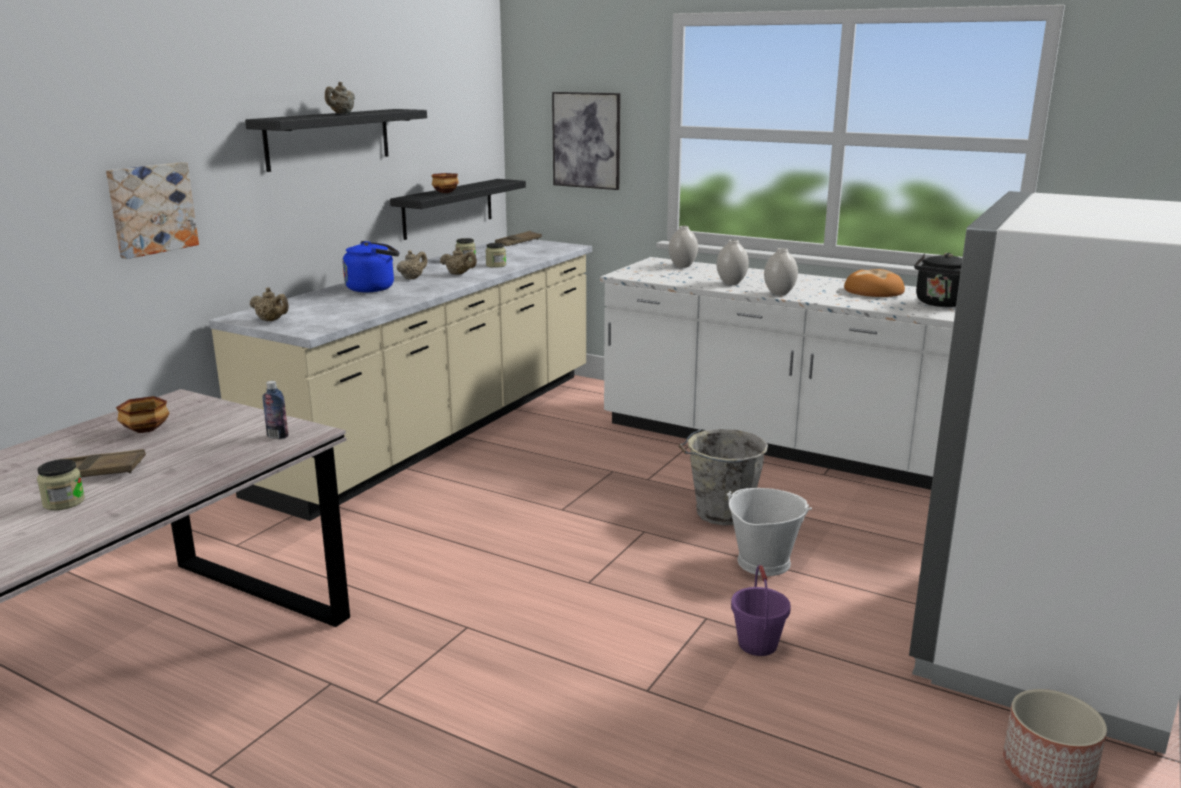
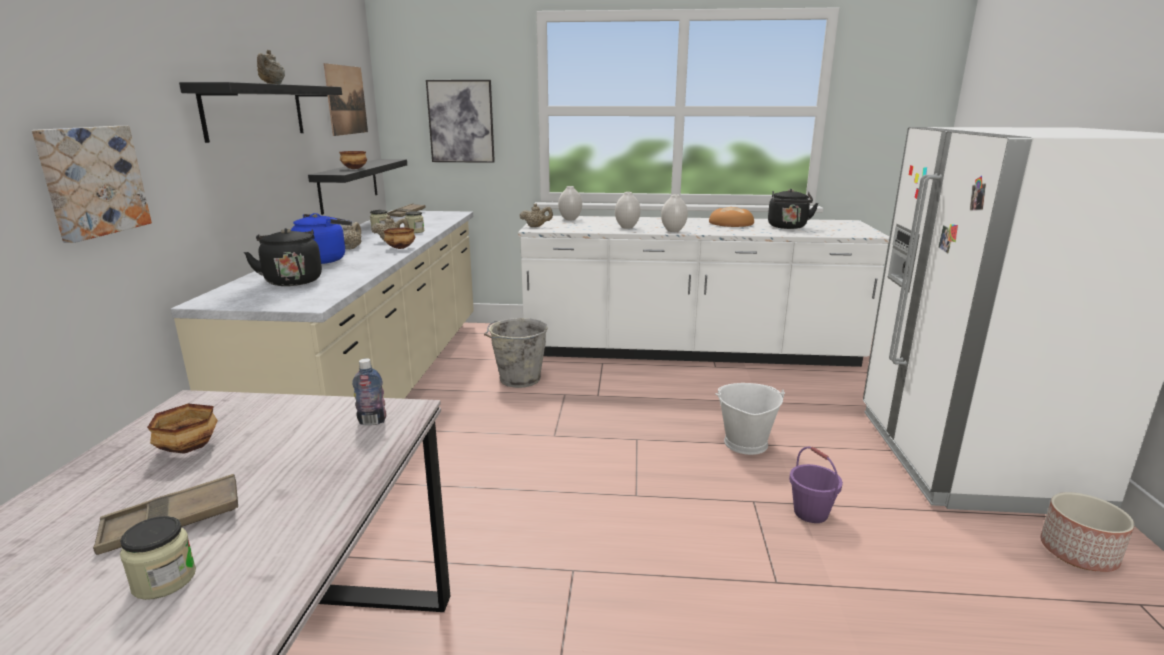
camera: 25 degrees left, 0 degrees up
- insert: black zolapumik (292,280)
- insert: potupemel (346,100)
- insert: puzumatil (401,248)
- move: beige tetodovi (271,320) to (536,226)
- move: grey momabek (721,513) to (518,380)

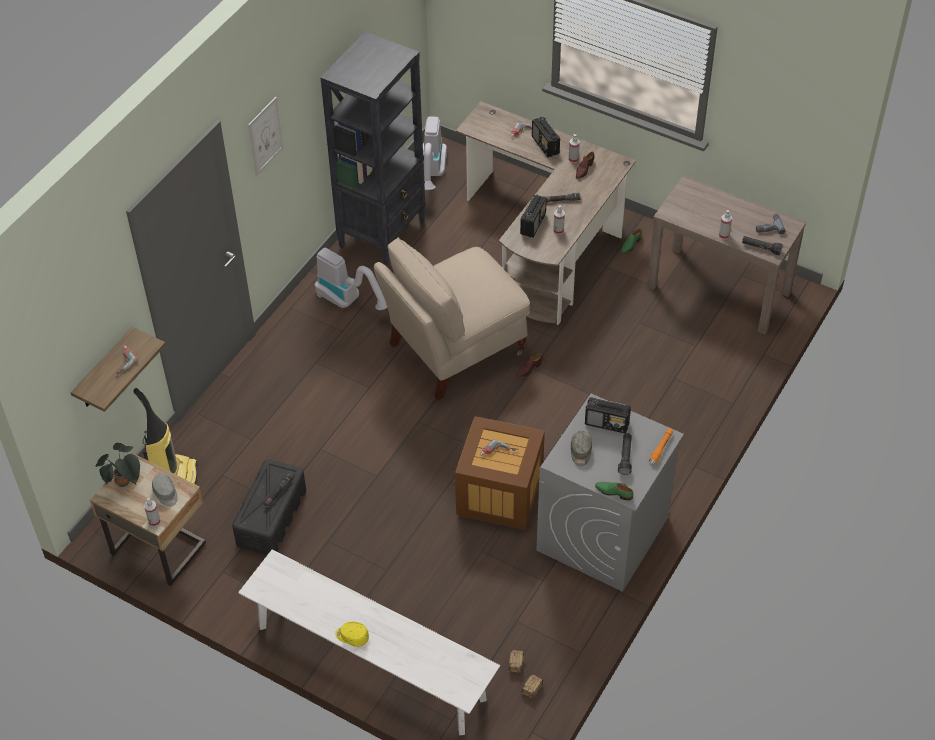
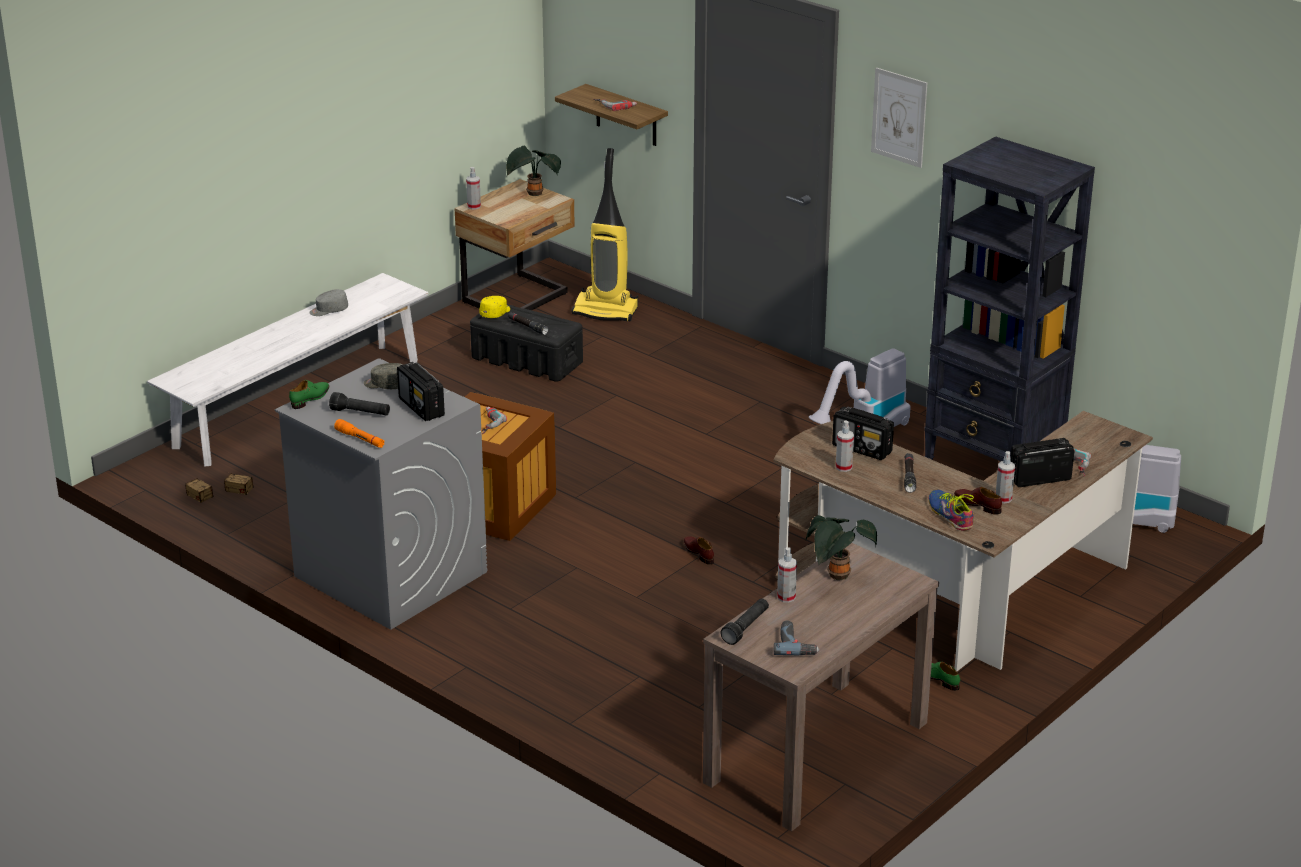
camera: 100 degrees right, 20 degrees down
- delete: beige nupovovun (454,350)
- insert: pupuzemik (837,577)
- insert: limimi (950,515)
- move: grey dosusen (166,494) to (328,310)
- move: yellow dosusen (352,636) to (495,313)
- rotate: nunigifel (607,423) = (421,408) 60 degrees counterclockwise

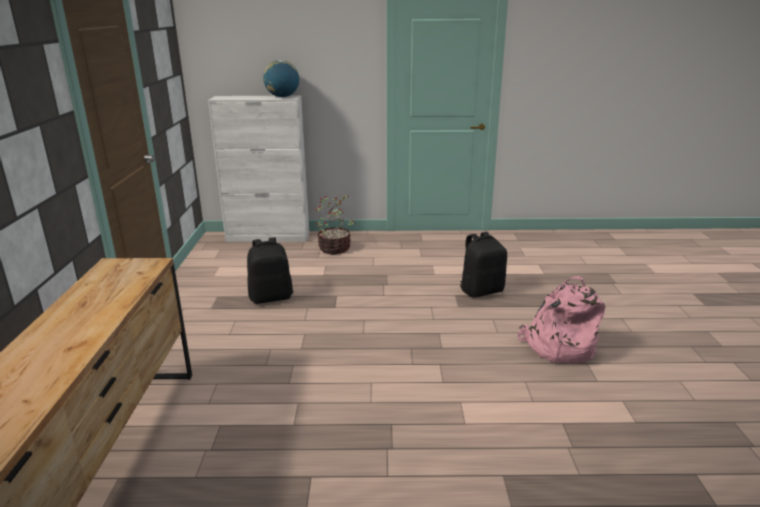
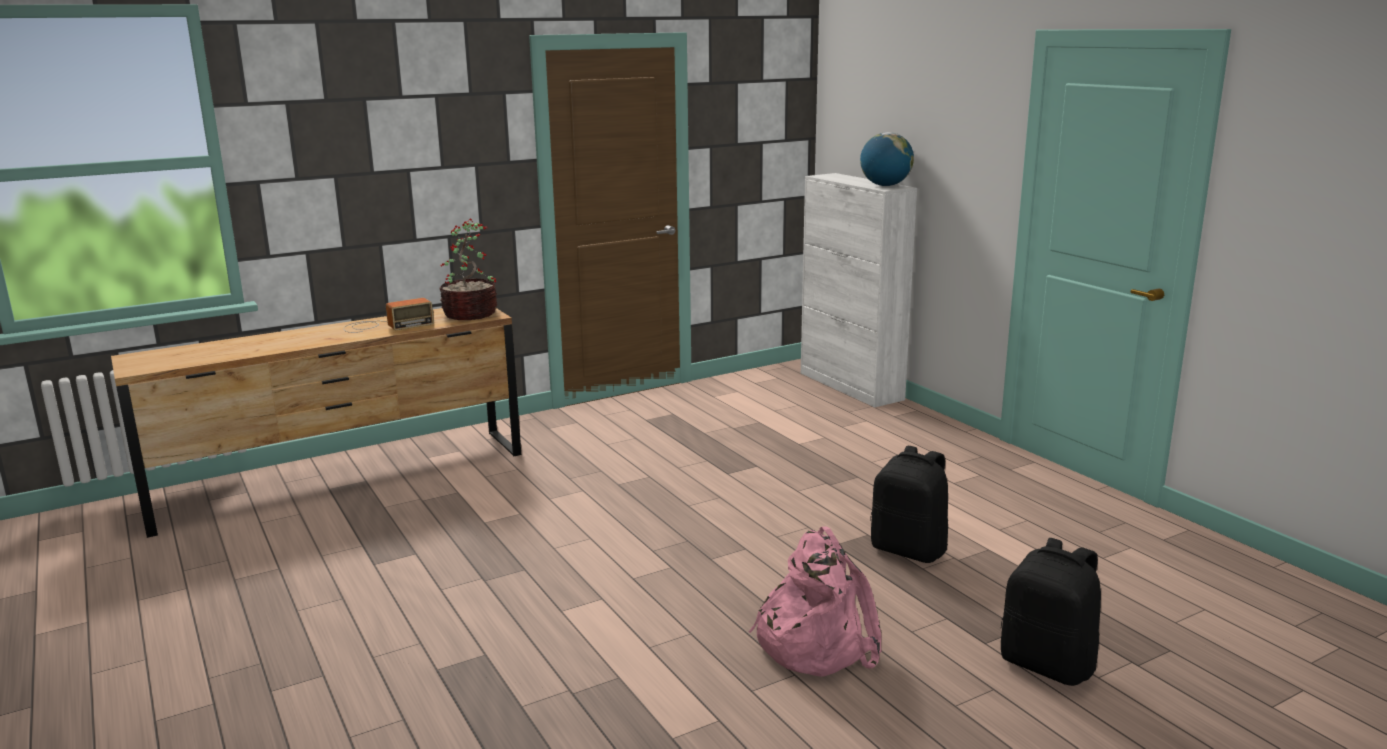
camera: 60 degrees right, 5 degrees down
- insert: nunigifel (385,326)
- move: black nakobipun (271,297) to (1048,664)
- move: pupuzemik (335,248) to (471,314)

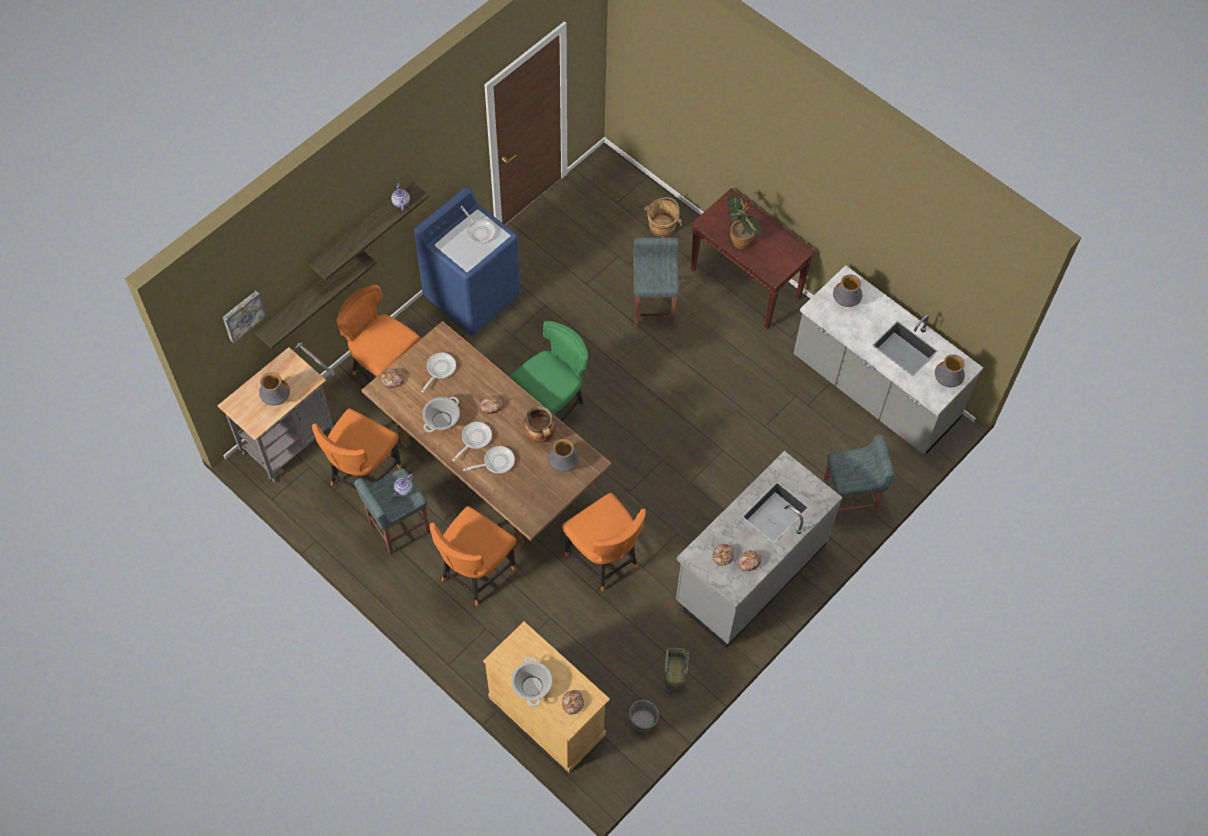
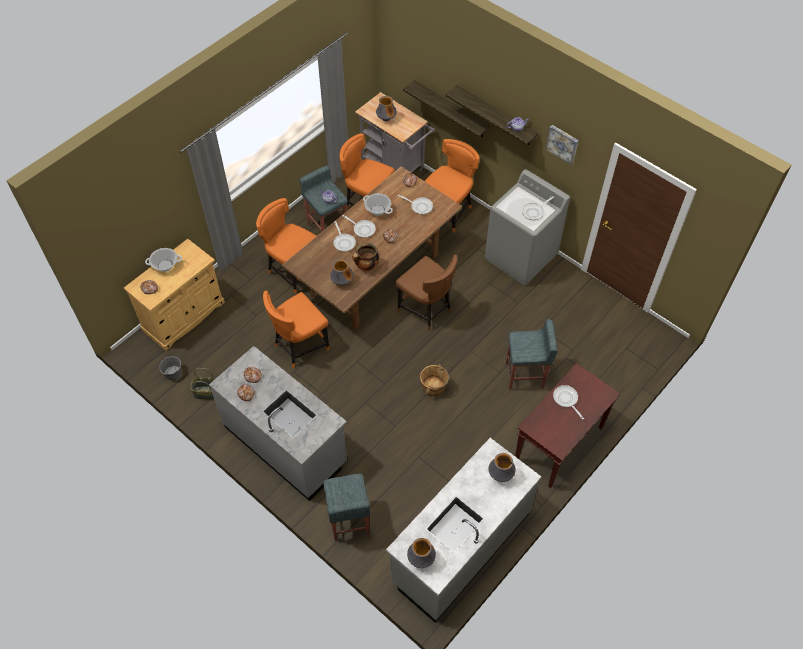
camera: 90 degrees right, 5 degrees down
- move: potupemel (243,315) to (562,144)
- move: brown momabek (662,225) to (434,387)
- replace: pupuzemik (740,238) to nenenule (566,399)
- recolor: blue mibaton (472,295) to grey mibaton (521,257)
- recolor: green nupovovun (552,409) to brown nupovovun (426,310)

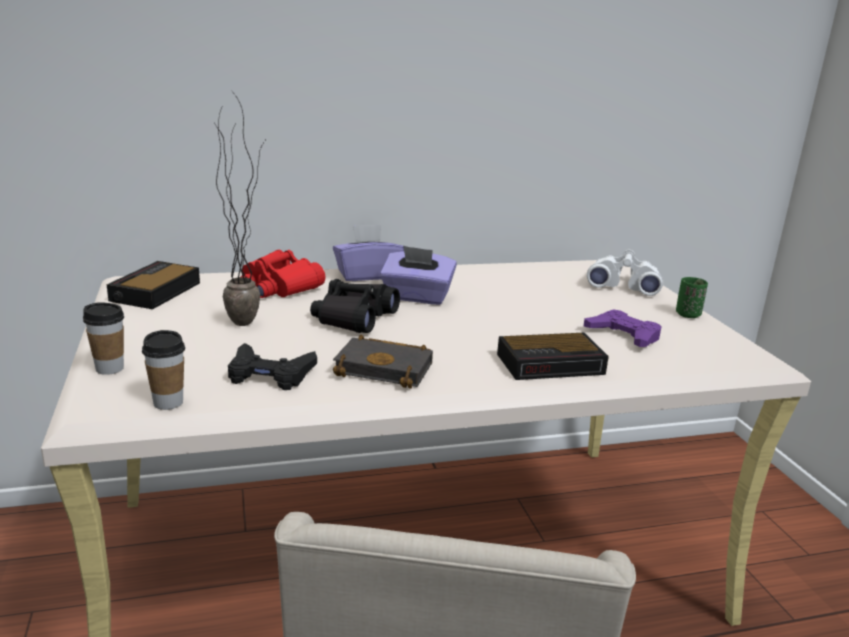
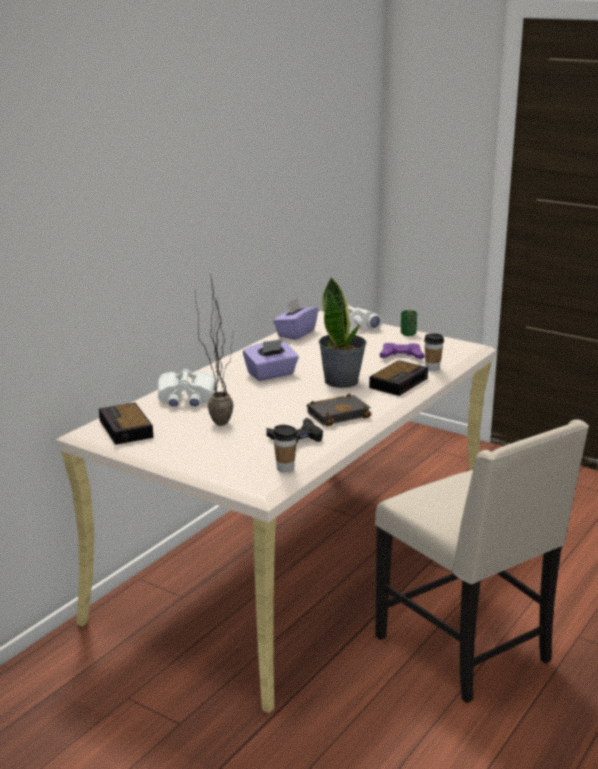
camera: 40 degrees left, 0 degrees up
- delete: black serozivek (354,318)
- insert: pupuzemik (342,381)
- move: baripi (109,368) to (432,368)
- move: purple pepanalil (367,275) to (295,333)
- recolor: red serozivek (278,287) to white serozivek (186,398)

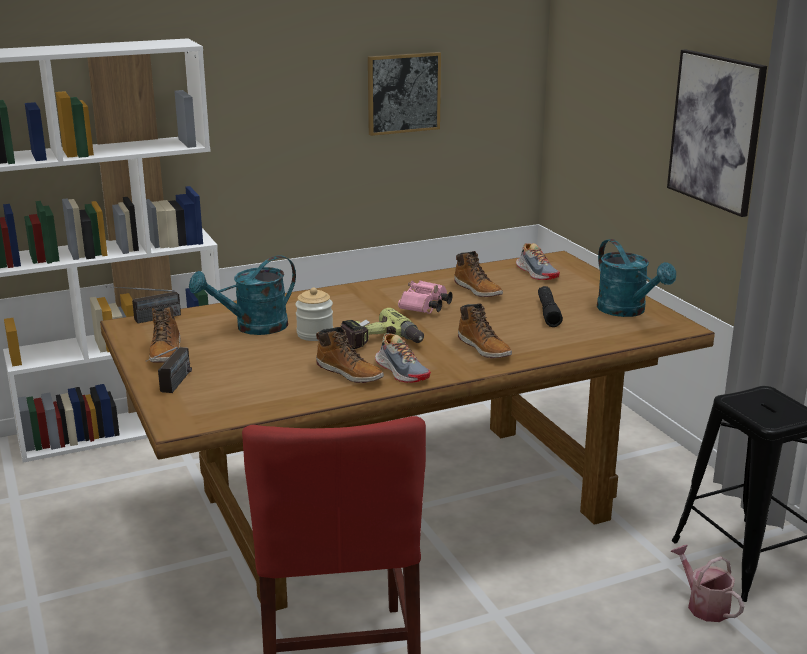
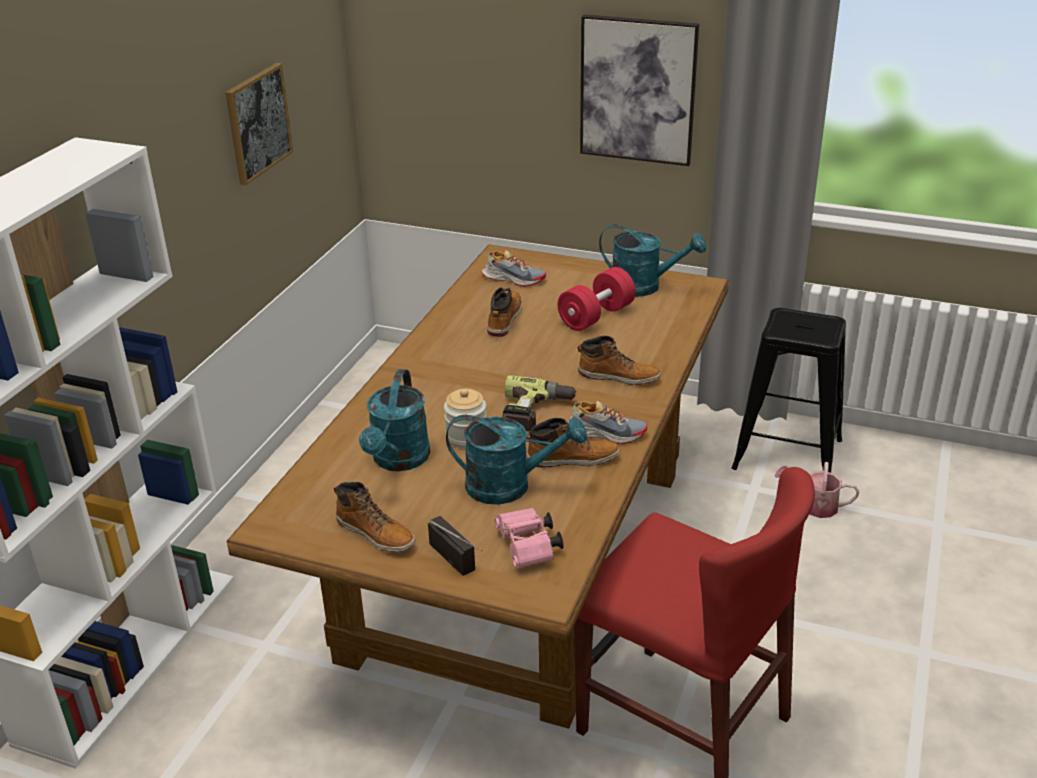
camera: 45 degrees left, 10 degrees up
- delete: nunigifel (146,320)
- insert: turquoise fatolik (510,486)
- move: pink serozivek (425,308) to (529,549)
- replace: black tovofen (548,312) to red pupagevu (596,316)
- rotate: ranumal (478,290) = (504,319) 90 degrees counterclockwise

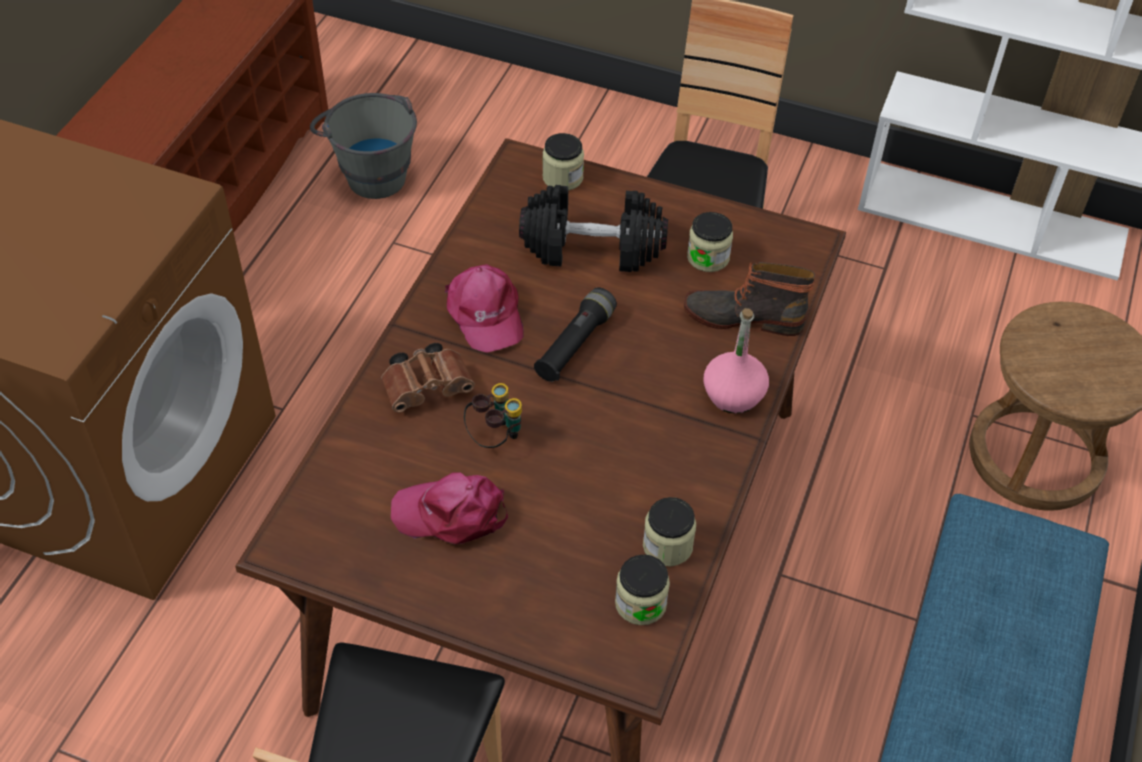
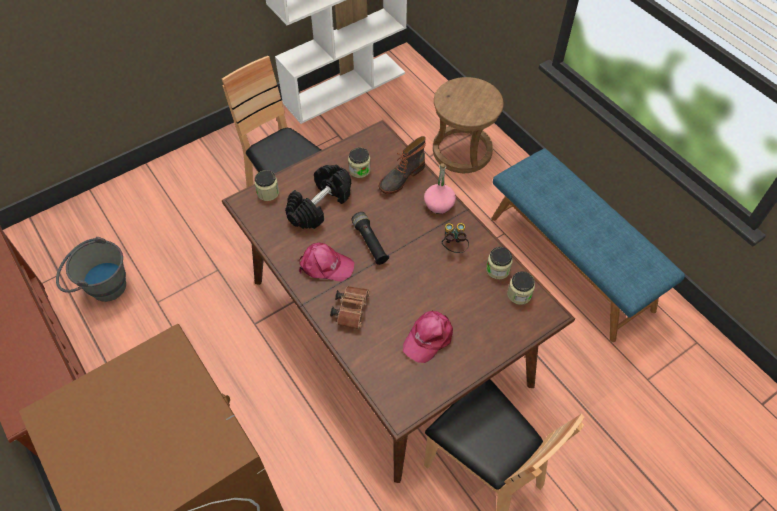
camera: 55 degrees left, 5 degrees up
- move: serozivek (495,437) to (453,247)

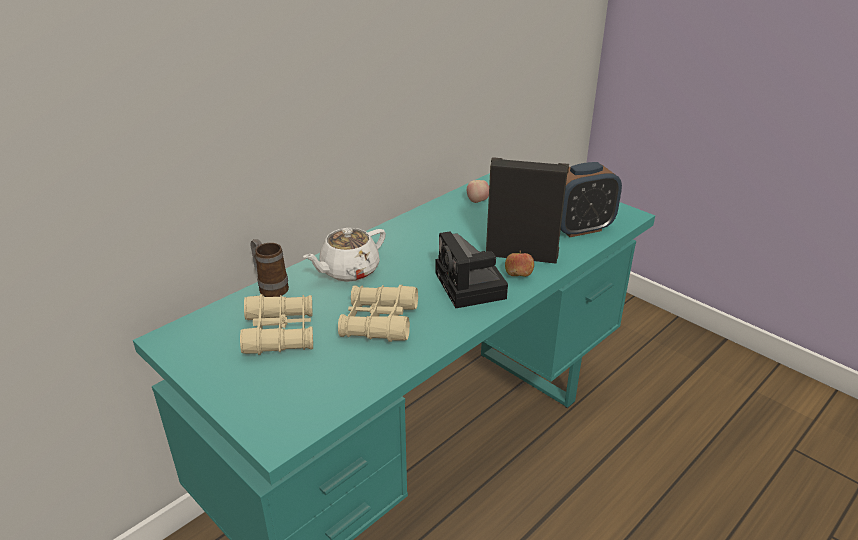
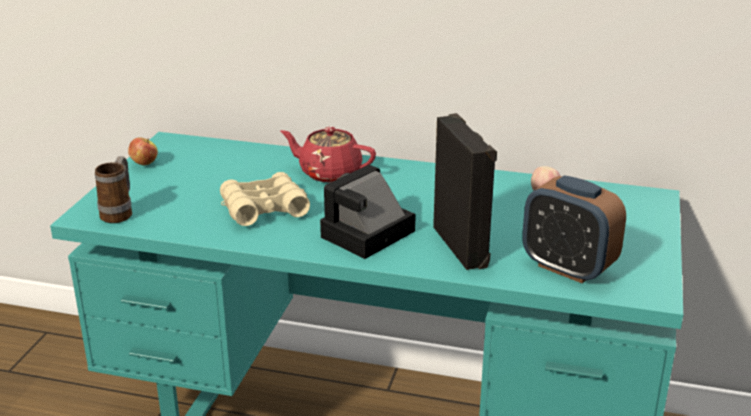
camera: 60 degrees right, 5 degrees down
- delete: beige serozivek (280,333)
- move: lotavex (270,287) to (119,213)
- move: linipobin (518,276) to (144,164)
- recolor: white tetodovi (348,271) to red tetodovi (329,173)

